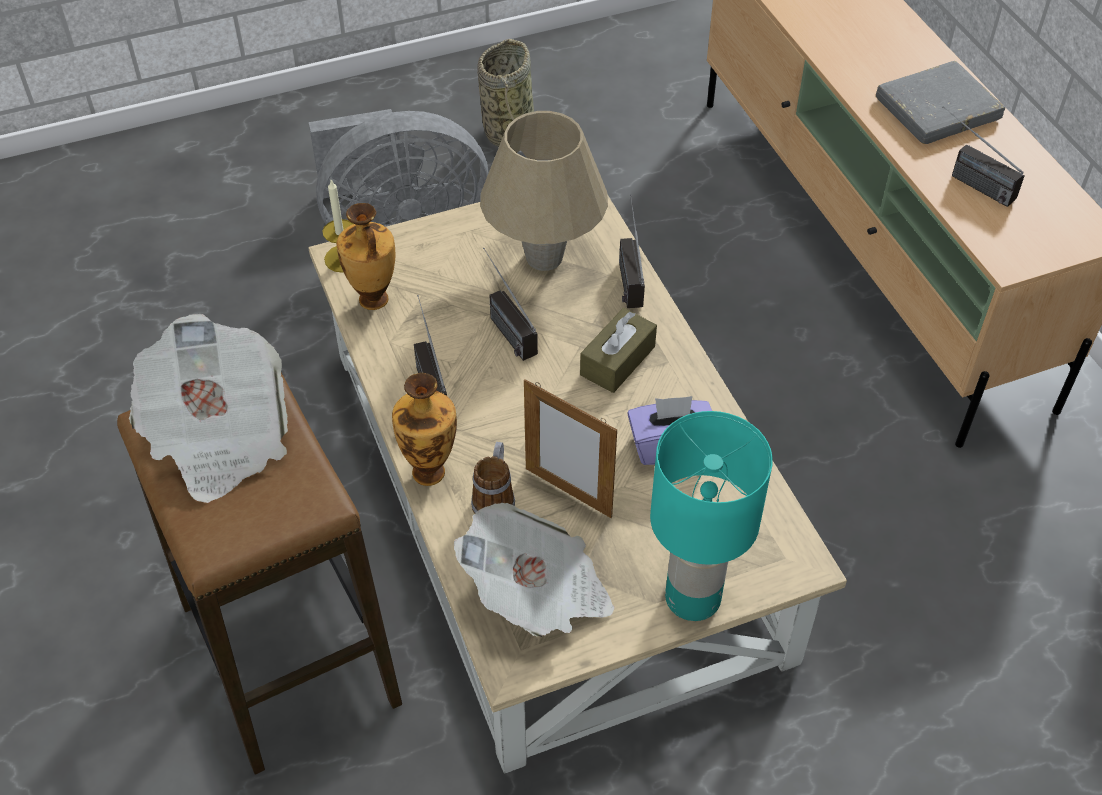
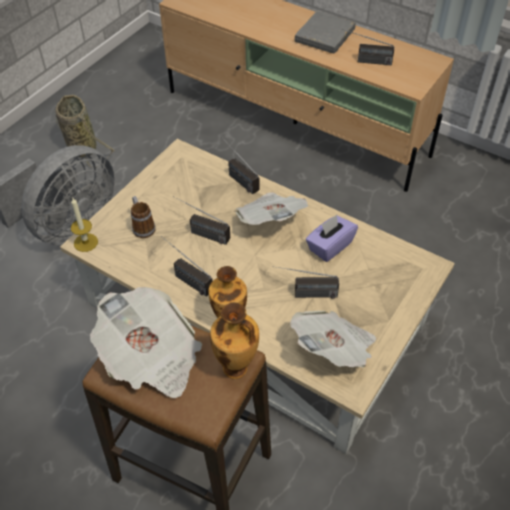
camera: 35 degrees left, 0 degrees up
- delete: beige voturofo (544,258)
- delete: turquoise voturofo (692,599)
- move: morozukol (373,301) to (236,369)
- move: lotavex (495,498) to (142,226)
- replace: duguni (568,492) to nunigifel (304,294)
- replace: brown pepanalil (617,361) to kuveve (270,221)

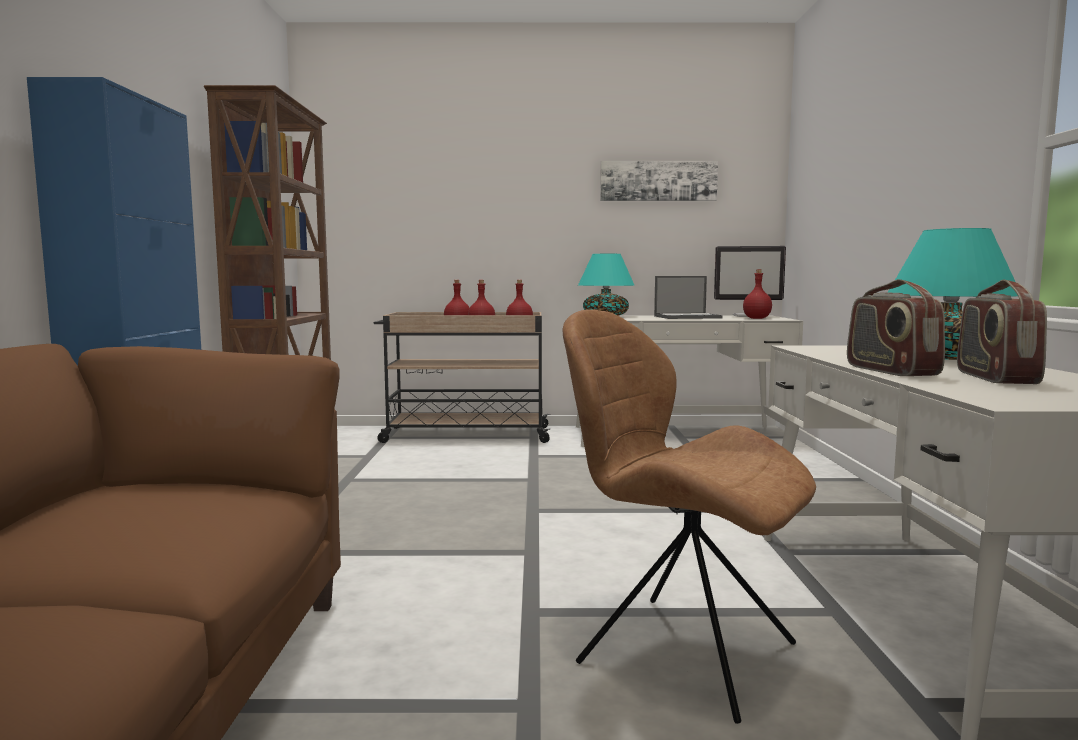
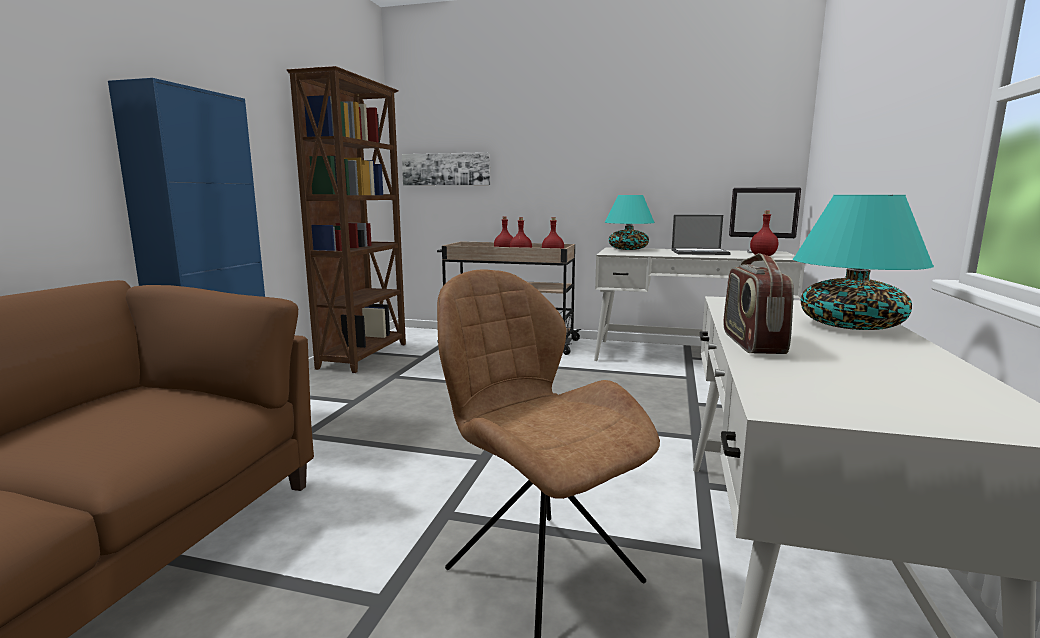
camera: 15 degrees right, 5 degrees up
- delete: nunigifel (994,378)
- move: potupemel (658,181) to (446,169)

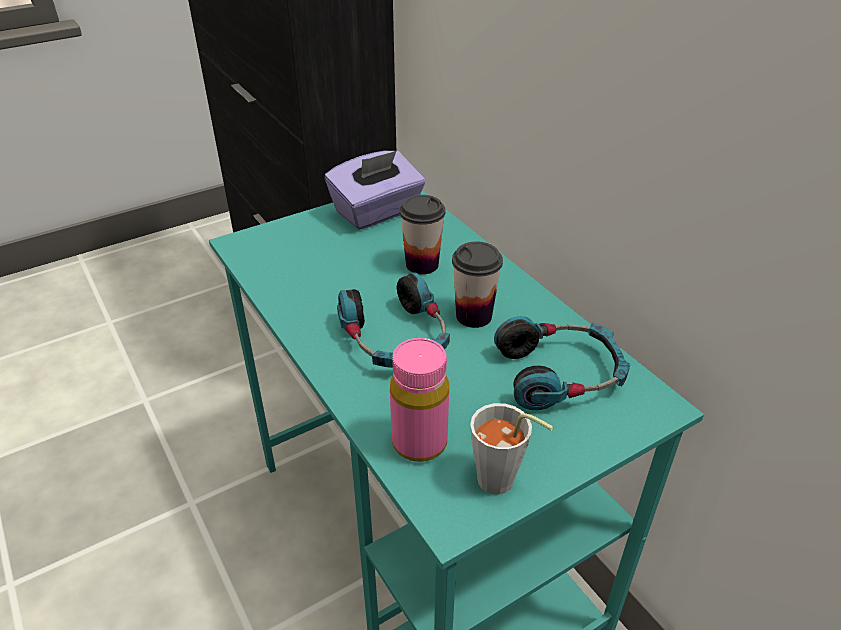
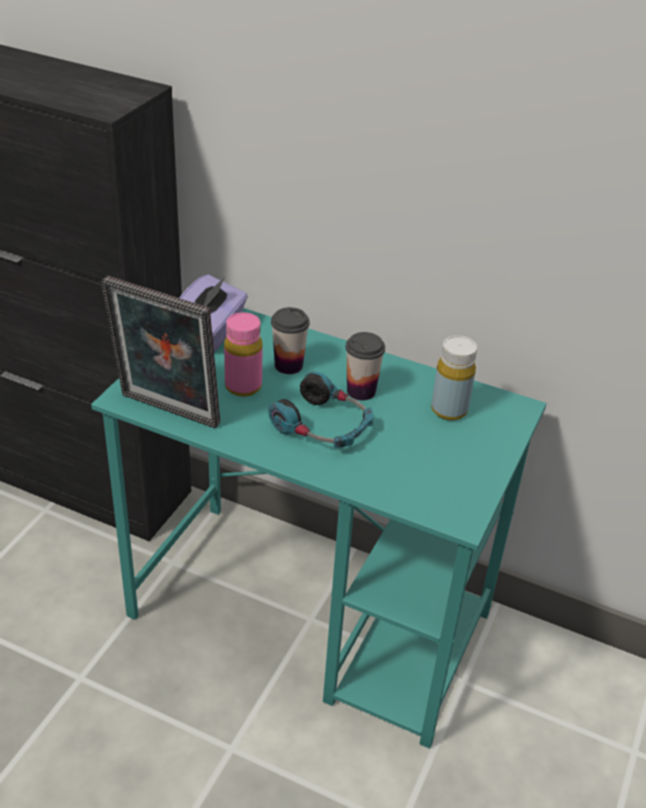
camera: 35 degrees left, 0 degrees up
- delete: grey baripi (502,484)
- insert: duguni (166,413)
- move: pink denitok (419,443) to (243,386)
- replace: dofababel (560,374) to yellow denitok (449,410)

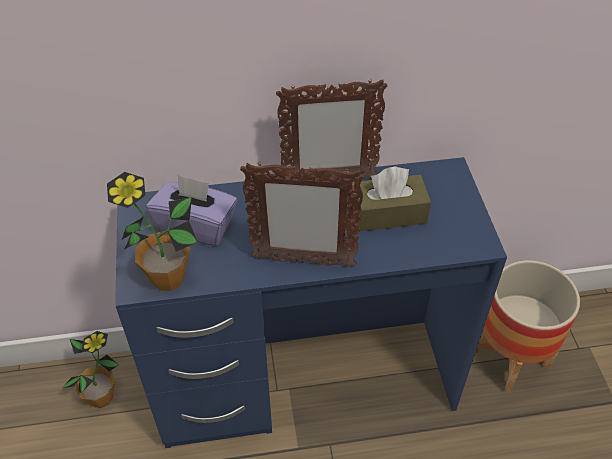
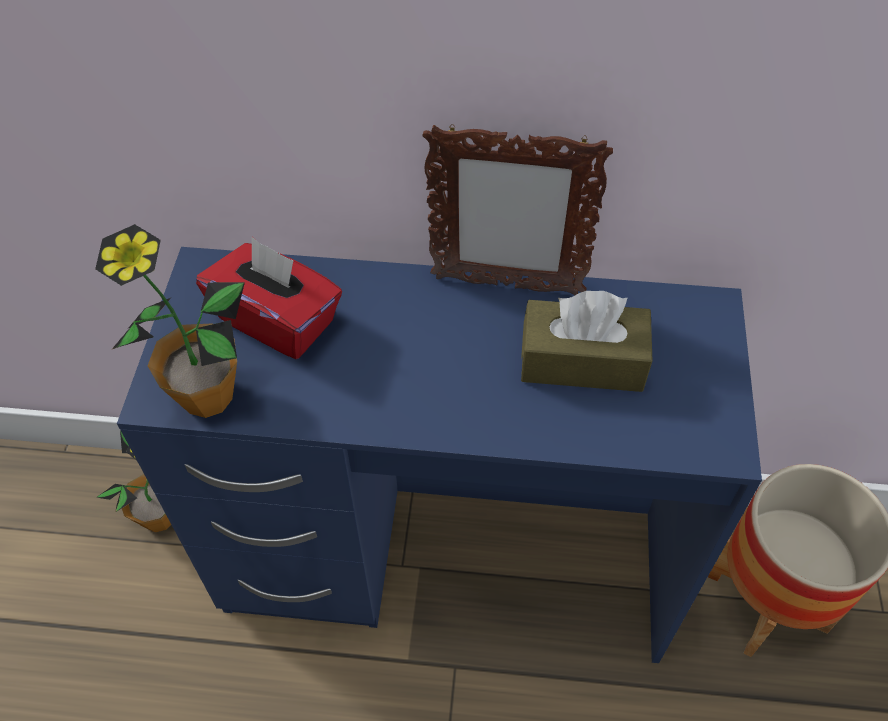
camera: 15 degrees right, 5 degrees up
- delete: duguni (302,261)
- recolor: purple pepanalil (196,226) to red pepanalil (278,320)

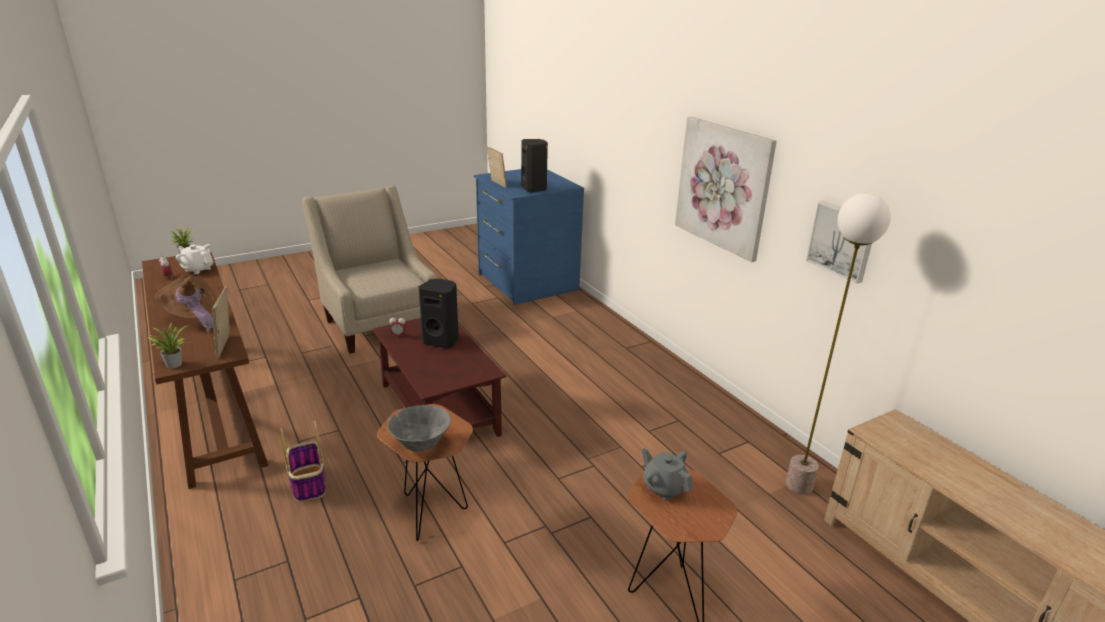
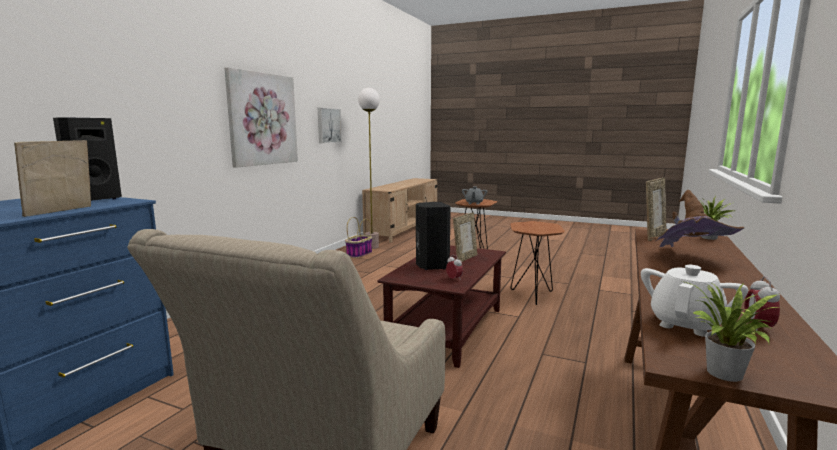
camera: 125 degrees left, 15 degrees down
- delete: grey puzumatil (420,445)
- insert: duguni (465,258)
- move: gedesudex (308,483) to (359,254)
- rotate: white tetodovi (198,269) = (686,324) 135 degrees counterclockwise

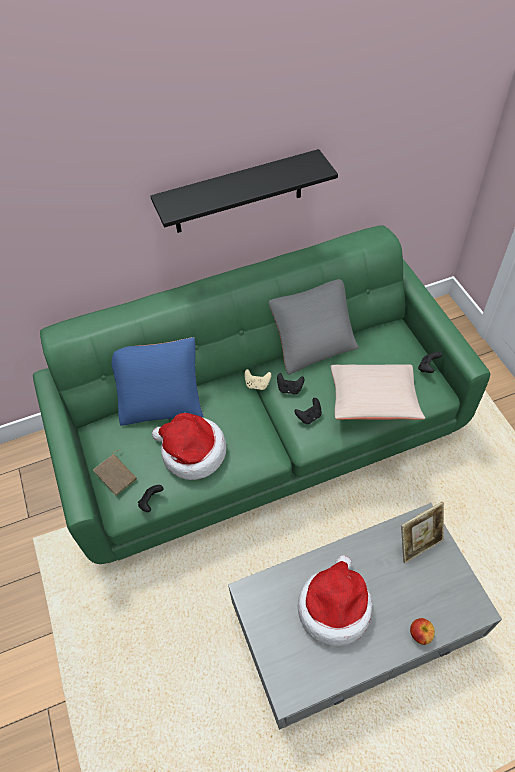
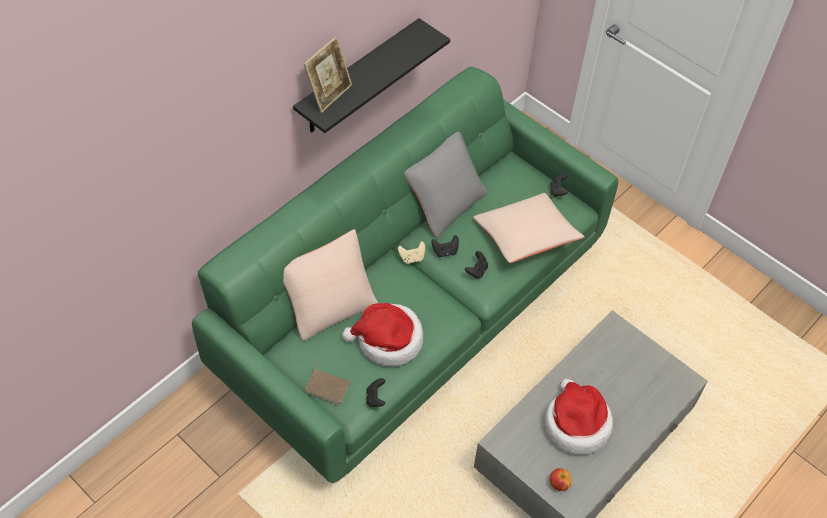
camera: 30 degrees left, 0 degrees up
- move: duguni (418,543) to (329,94)
- move: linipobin (420,634) to (559,484)
- recolor: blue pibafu (162,401) to beige pibafu (329,304)

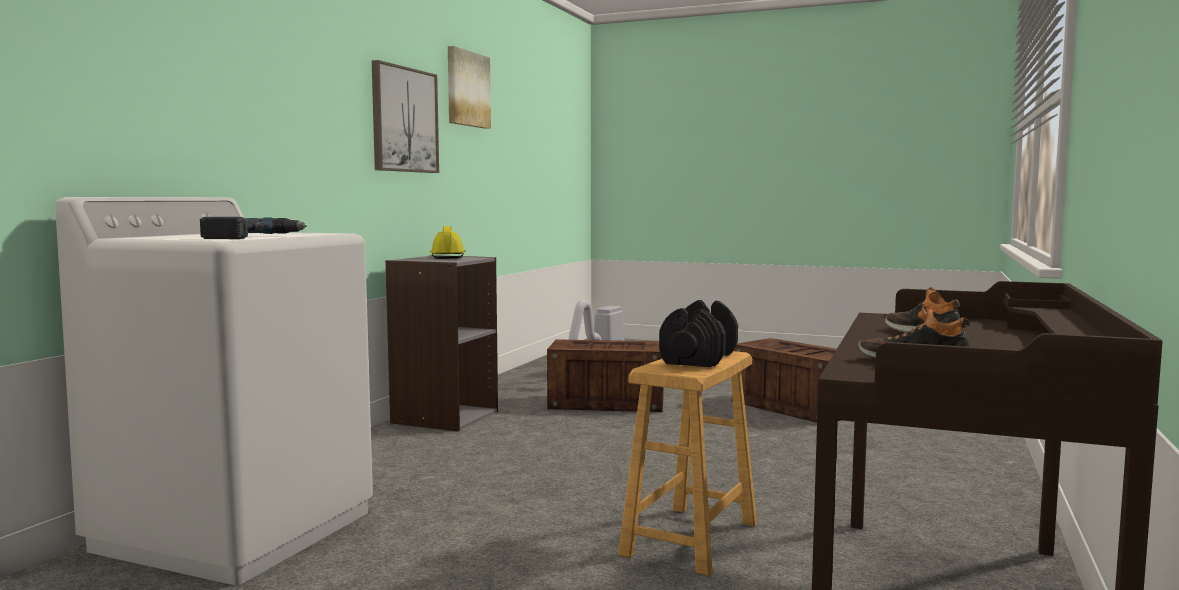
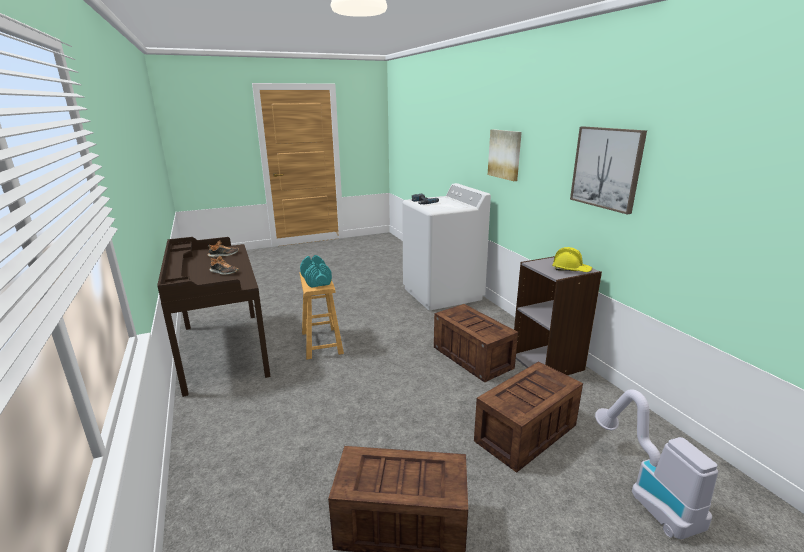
camera: 135 degrees right, 15 degrees up
- insert: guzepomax (473,358)
- move: potupemel (467,89) to (505,154)
- recolor: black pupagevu (699,358) to turquoise pupagevu (316,280)

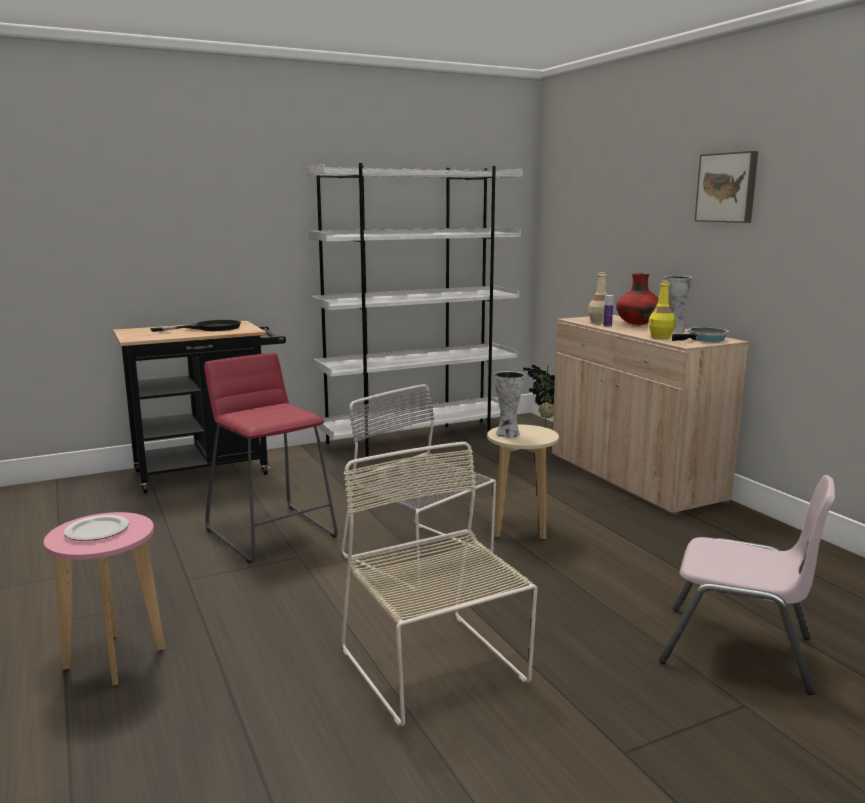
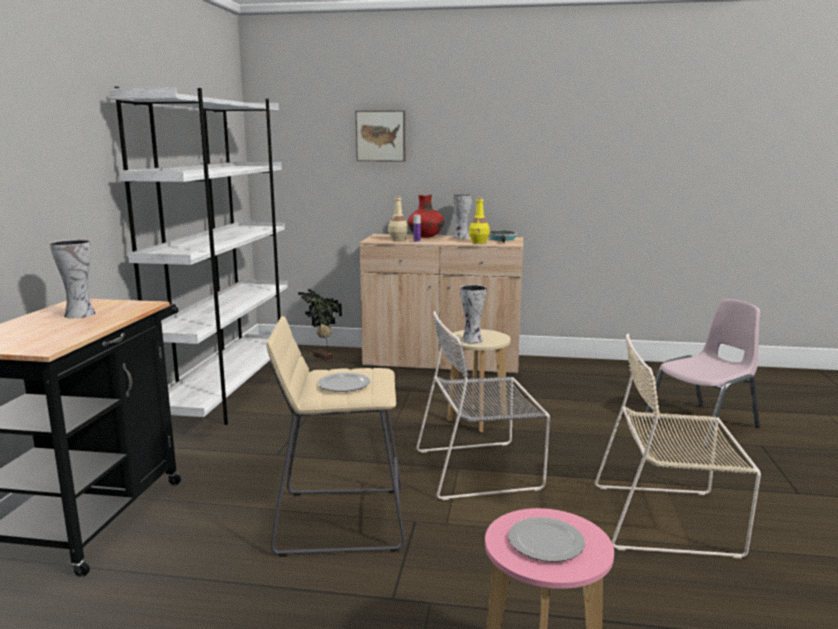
camera: 55 degrees left, 0 degrees up
- insert: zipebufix (343,384)
- move: potupemel (727,187) to (381,136)
- replace: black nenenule (209,328) to morozukol (79,314)
- recolor: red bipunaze (272,533) to beige bipunaze (340,520)

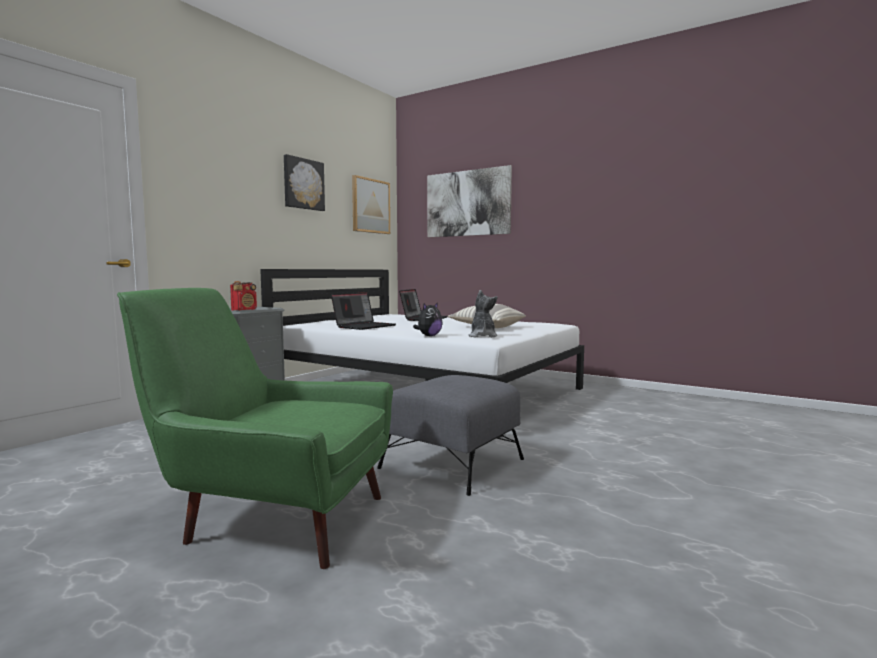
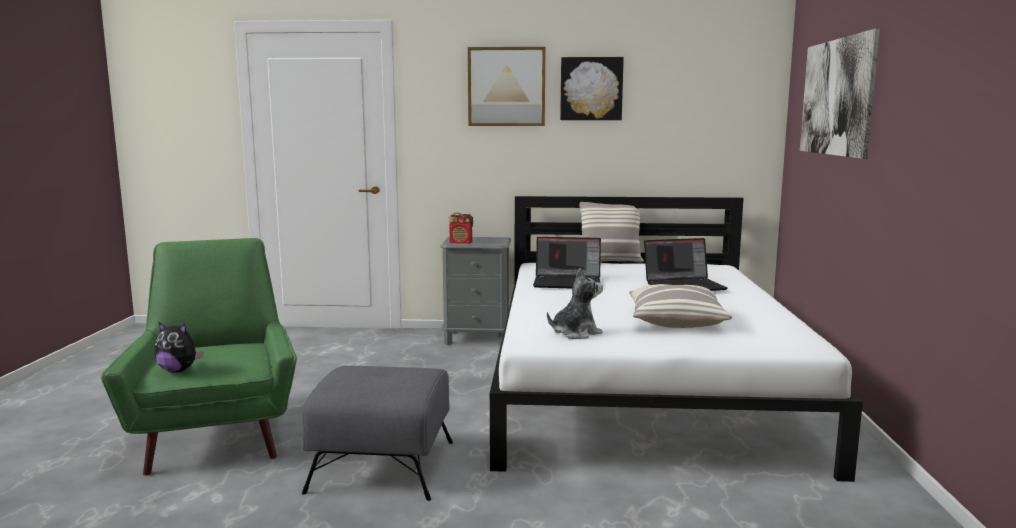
camera: 60 degrees right, 5 degrees up
- insert: pibafu (609,262)
- move: potupemel (370,206) to (506,87)
- move: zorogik (429,336) to (179,370)

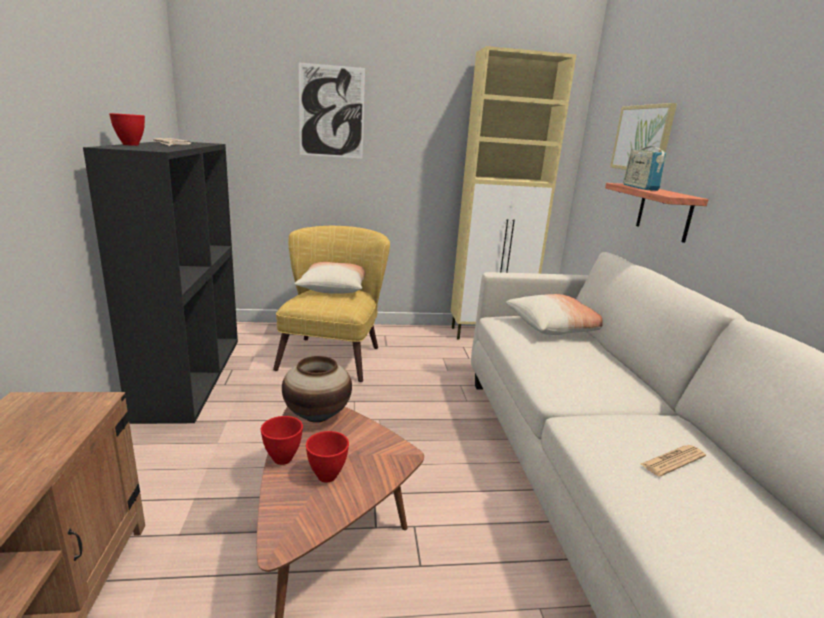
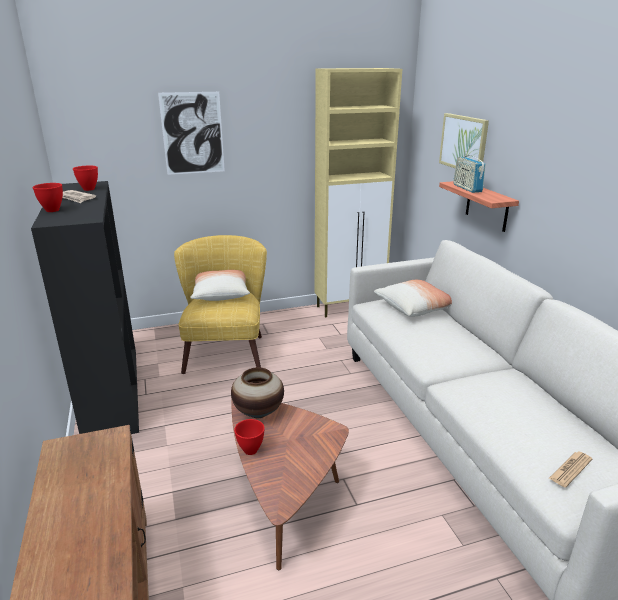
camera: 10 degrees left, 5 degrees up
- move: red puzumatil (328,476) to (89,189)
- move: kuveve (673,461) to (570,469)

